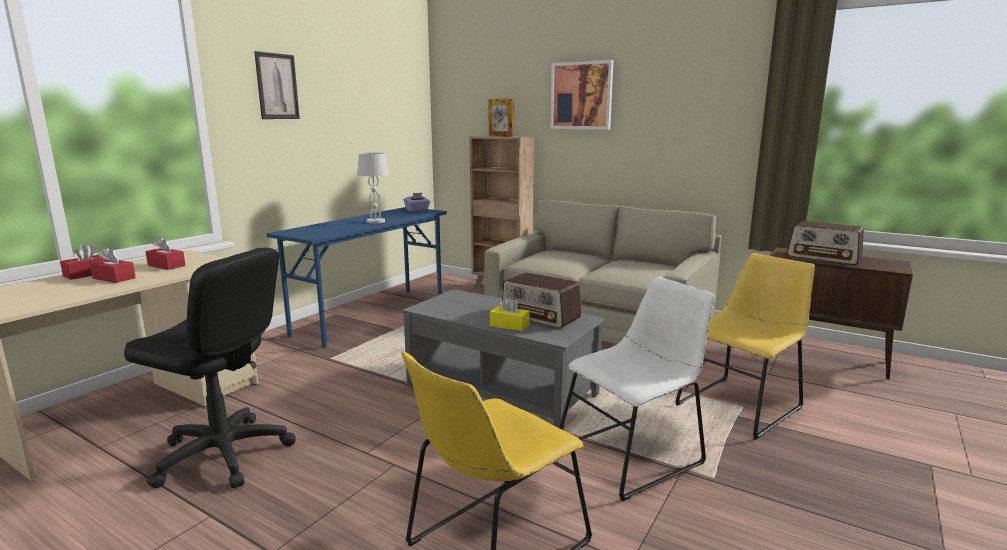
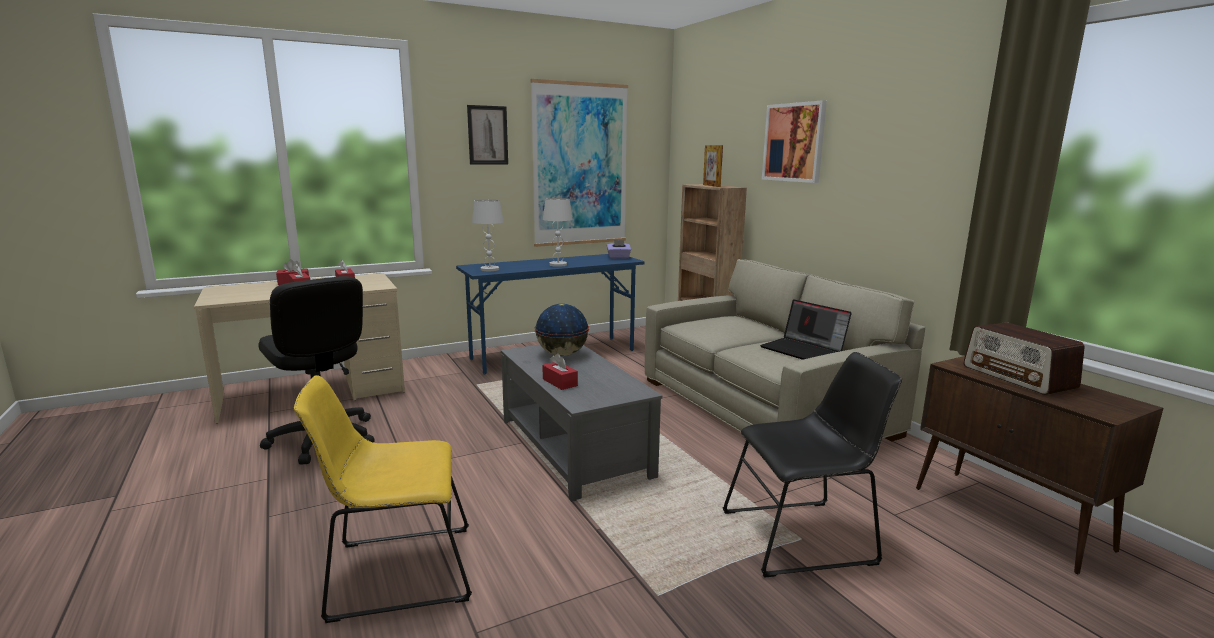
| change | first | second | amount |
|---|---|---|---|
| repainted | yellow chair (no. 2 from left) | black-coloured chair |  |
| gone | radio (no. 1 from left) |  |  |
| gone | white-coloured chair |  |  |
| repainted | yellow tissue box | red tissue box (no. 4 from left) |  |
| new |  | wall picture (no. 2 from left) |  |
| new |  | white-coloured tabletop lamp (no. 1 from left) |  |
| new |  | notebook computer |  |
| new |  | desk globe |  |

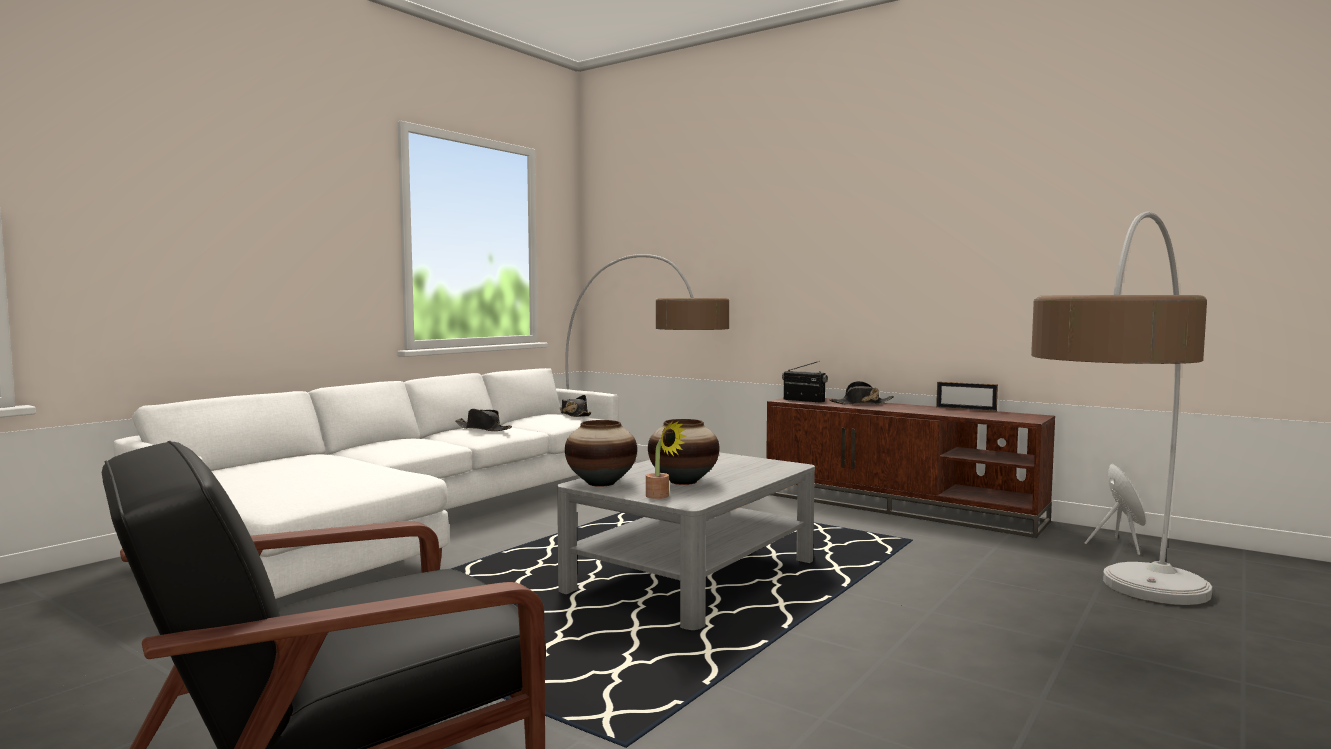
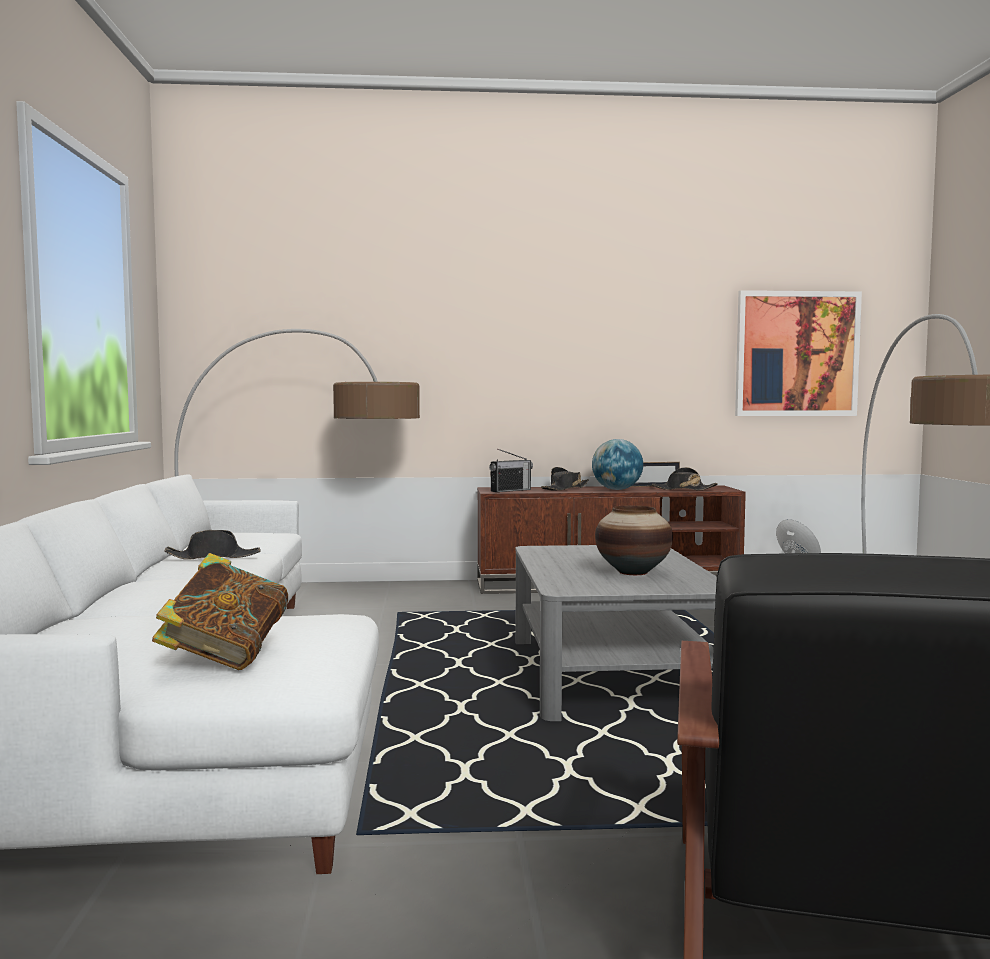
| change | first | second | amount |
|---|---|---|---|
| rotated | radio |  | 150 degrees clockwise |
| shifted | black-coloured hat (no. 2 from left in the first image) | black-coloured hat (no. 3 from left) |  |
| gone | vase (no. 1 from left) |  |  |
| gone | plant in a pot |  |  |
| new |  | wall picture |  |
| new |  | desk globe |  |
| new |  | volume |  |

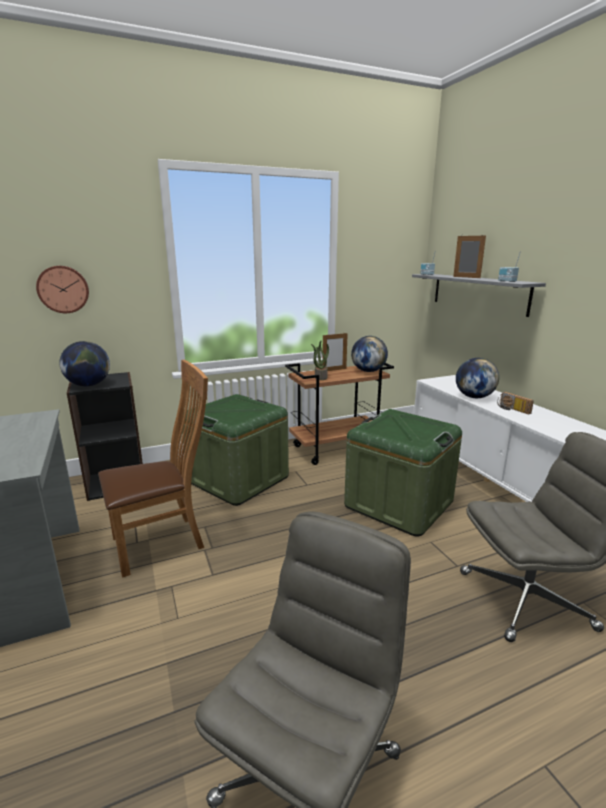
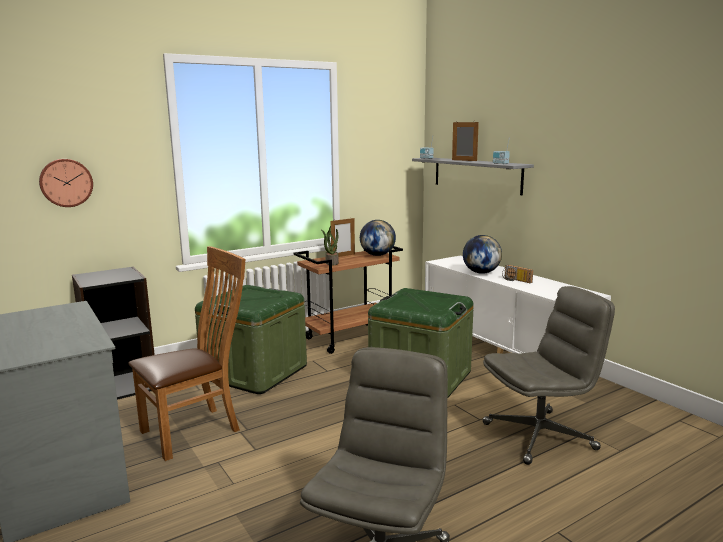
| change | first | second | amount |
|---|---|---|---|
| gone | desk globe (no. 1 from left) |  |  |

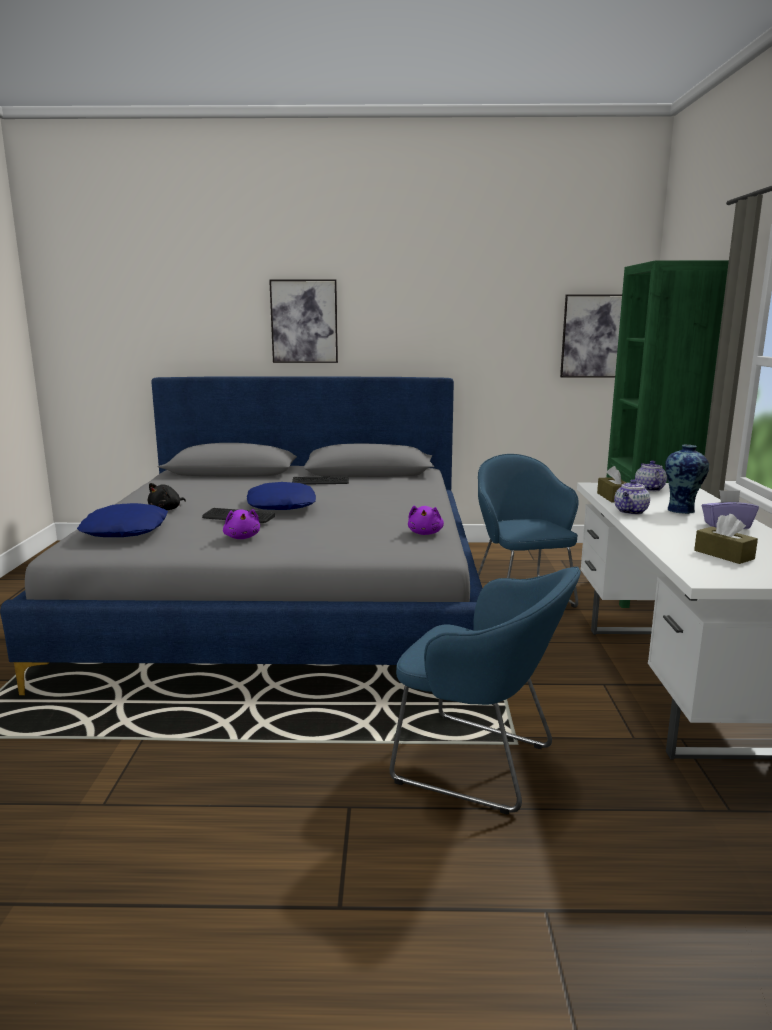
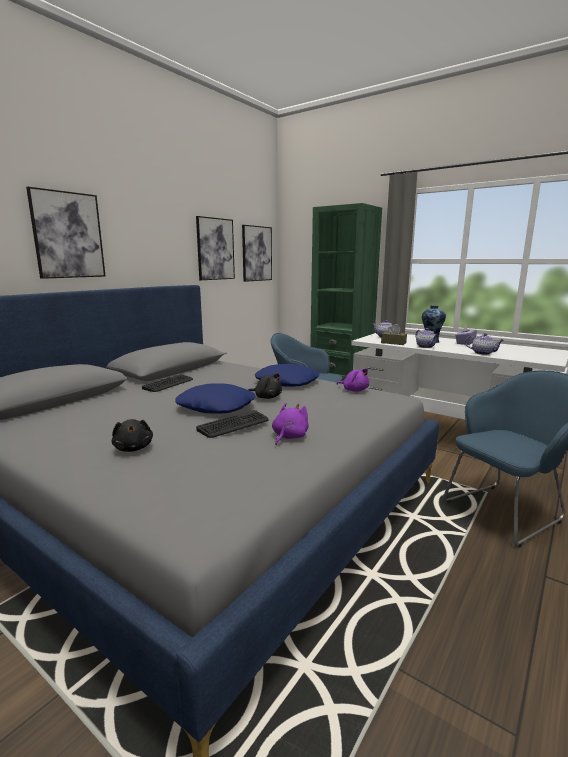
| change | first | second | amount |
|---|---|---|---|
| shifted | blue cushion (no. 1 from left in the first image) | blue cushion (no. 2 from left) |  |
| rotated | purple-coloured plush toy (no. 1 from left) |  | 75 degrees counterclockwise |
| gone | brownish tissue box (no. 2 from left) |  |  |
| new |  | wall picture (no. 2 from left) |  |
| new |  | tea pot (no. 3 from left) |  |
| new |  | black-coloured plush toy (no. 2 from left) |  |

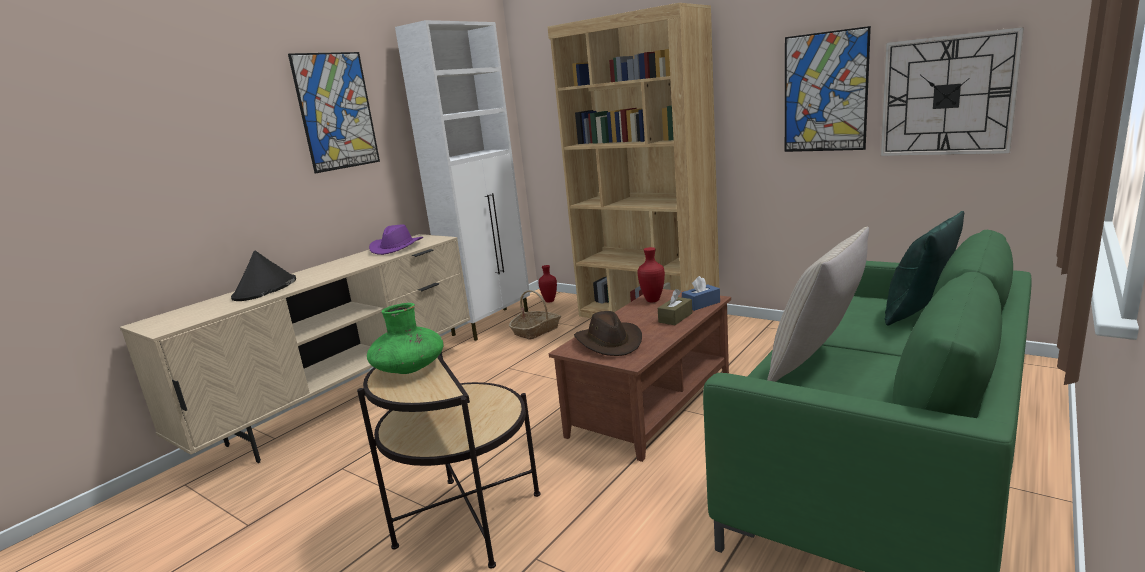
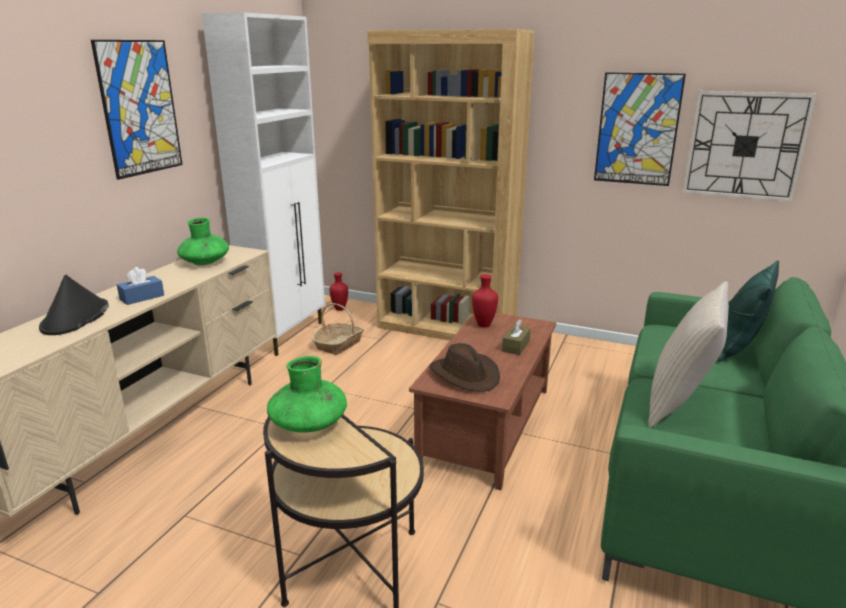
| change | first | second | amount |
|---|---|---|---|
| swapped | purple-coloured hat | green vase (no. 1 from left) |  |
| shifted | blue tissue box |  |  |

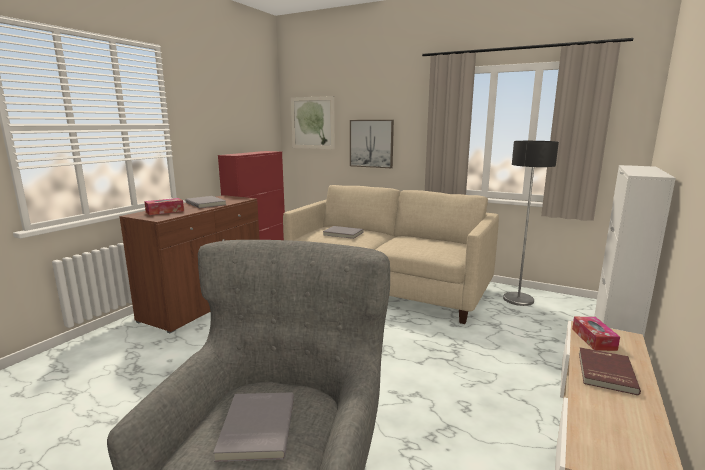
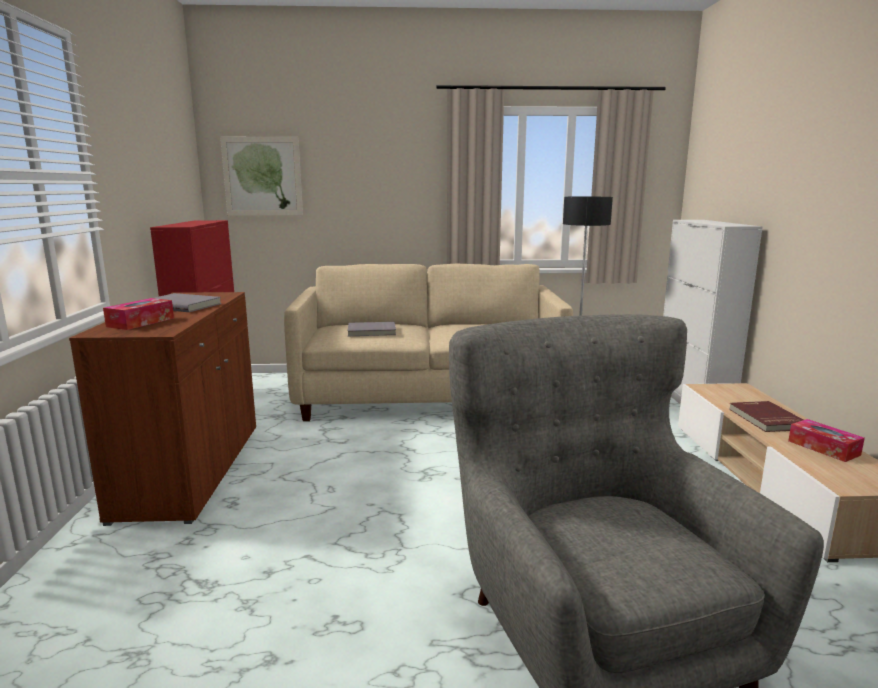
| change | first | second | amount |
|---|---|---|---|
| gone | wall picture (no. 2 from left) |  |  |
| shifted | tissue box (no. 2 from left) |  |  |
| gone | gray volume (no. 2 from left) |  |  |

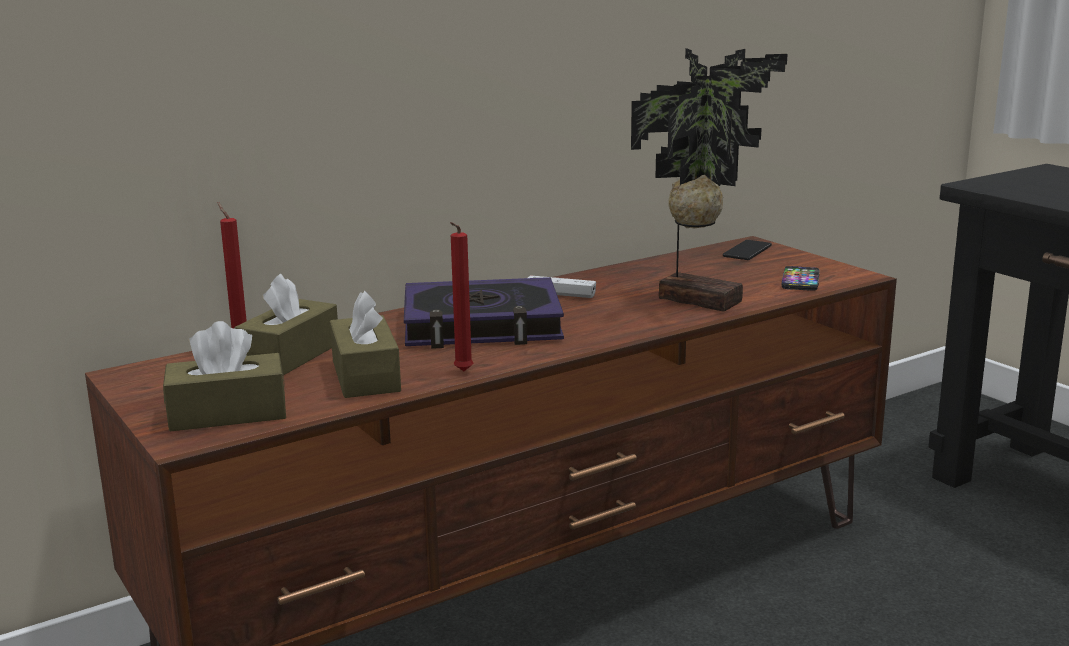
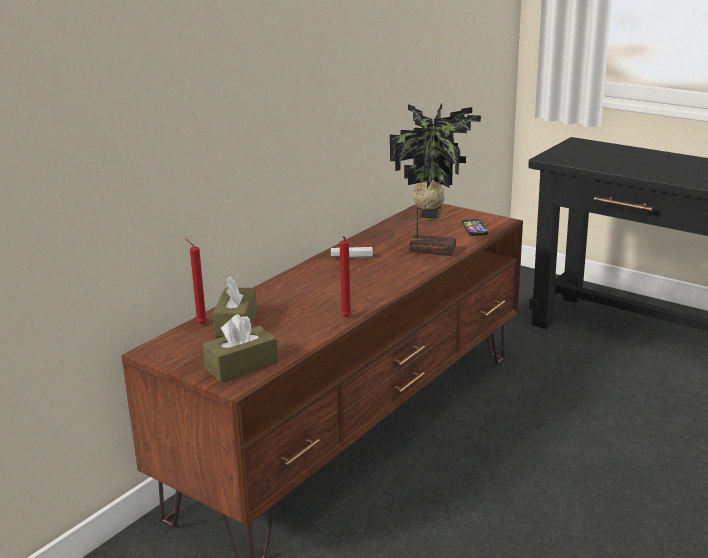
| change | first | second | amount |
|---|---|---|---|
| gone | volume |  |  |
| gone | brownish tissue box (no. 3 from left) |  |  |

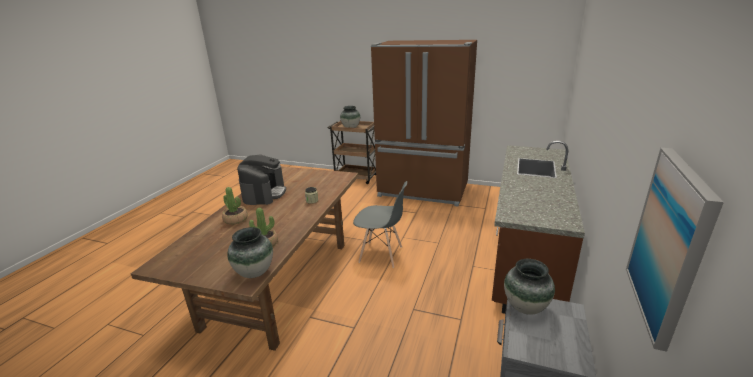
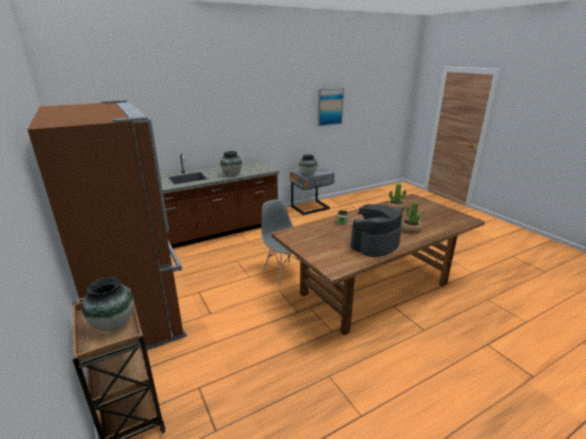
| change | first | second | amount |
|---|---|---|---|
| shifted | vase (no. 1 from left in the first image) | vase (no. 2 from left) |  |

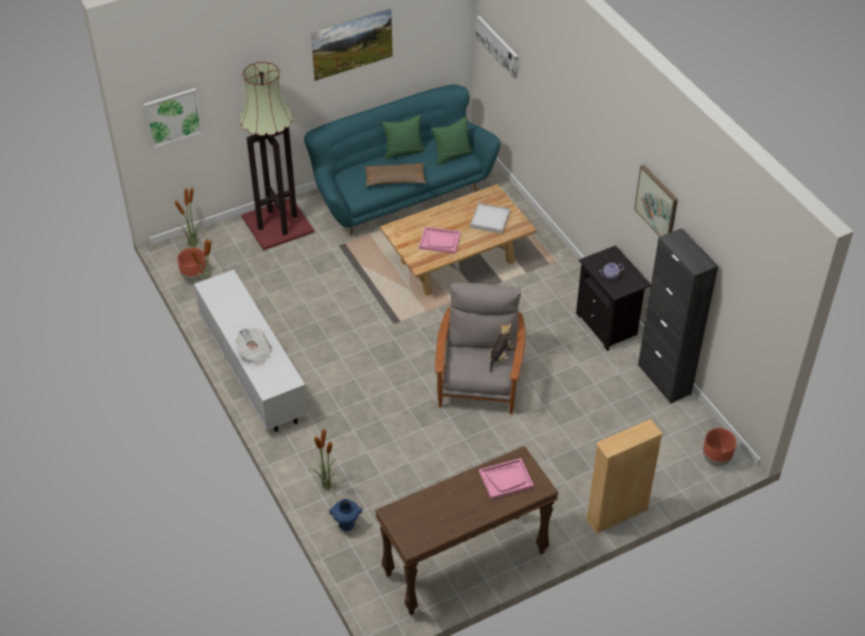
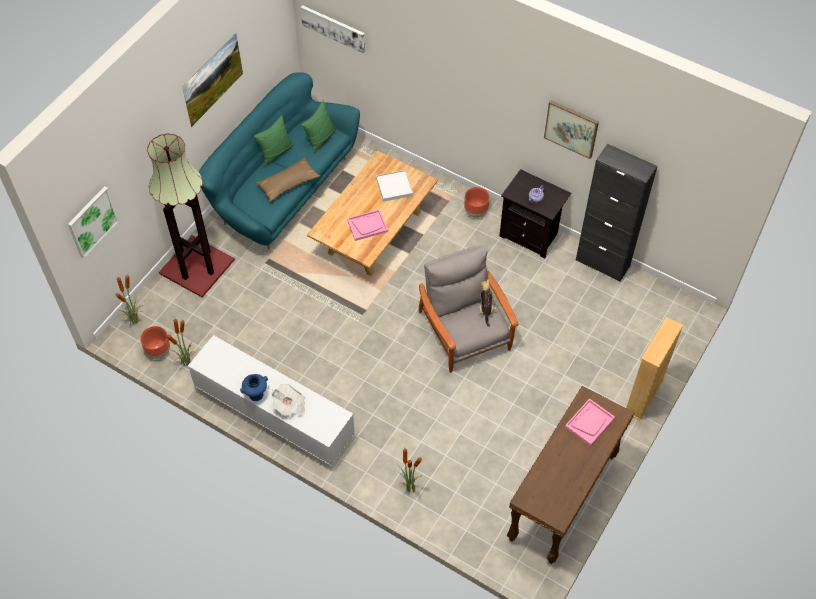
| change | first | second | amount |
|---|---|---|---|
| shifted | brownish planter (no. 2 from left) |  |  |
| shifted | blue vase |  |  |

